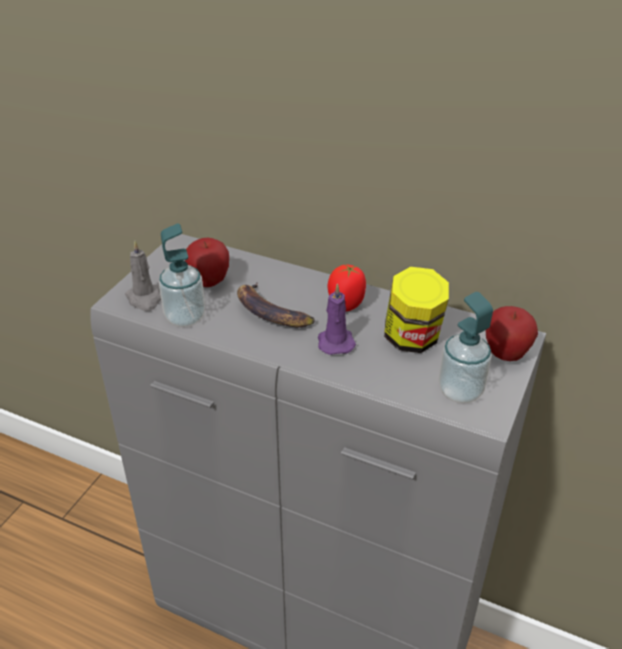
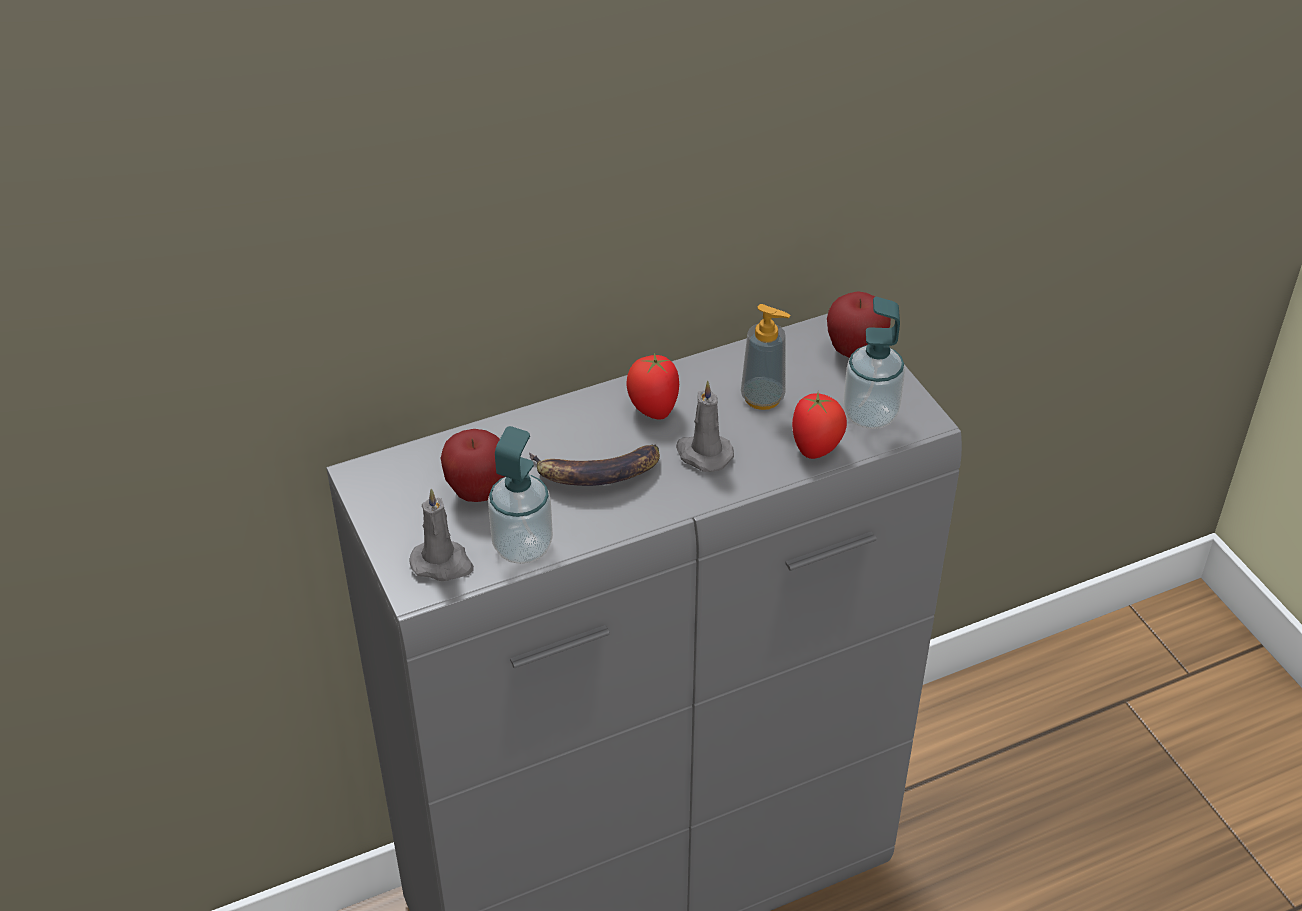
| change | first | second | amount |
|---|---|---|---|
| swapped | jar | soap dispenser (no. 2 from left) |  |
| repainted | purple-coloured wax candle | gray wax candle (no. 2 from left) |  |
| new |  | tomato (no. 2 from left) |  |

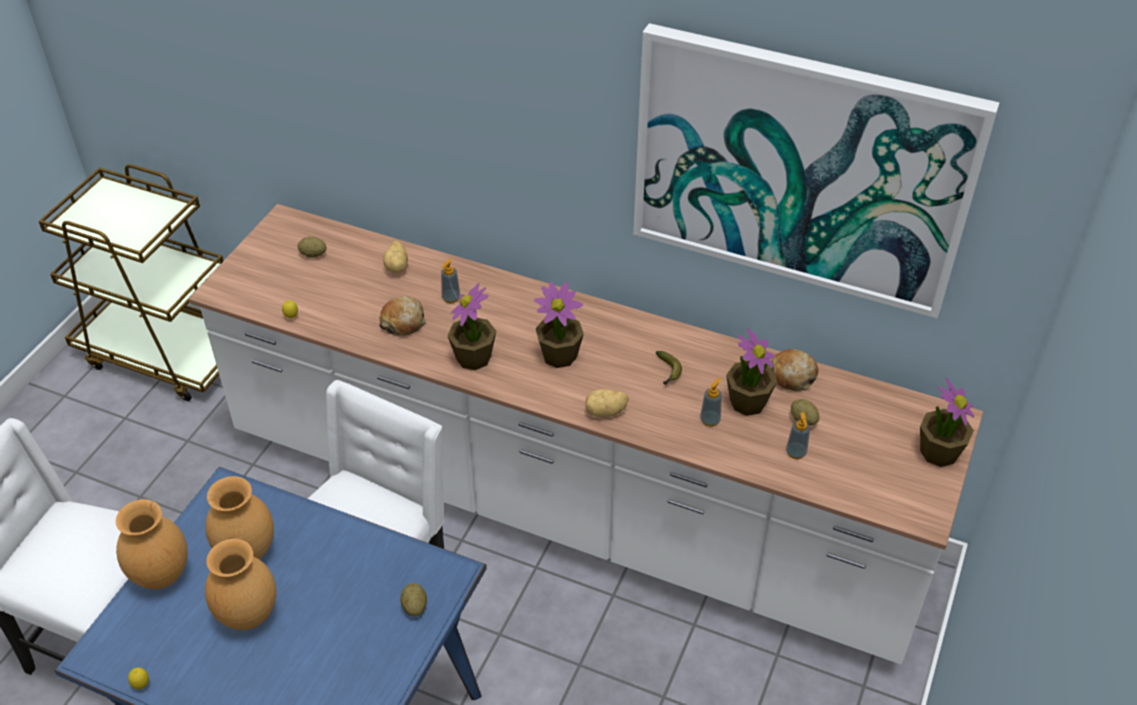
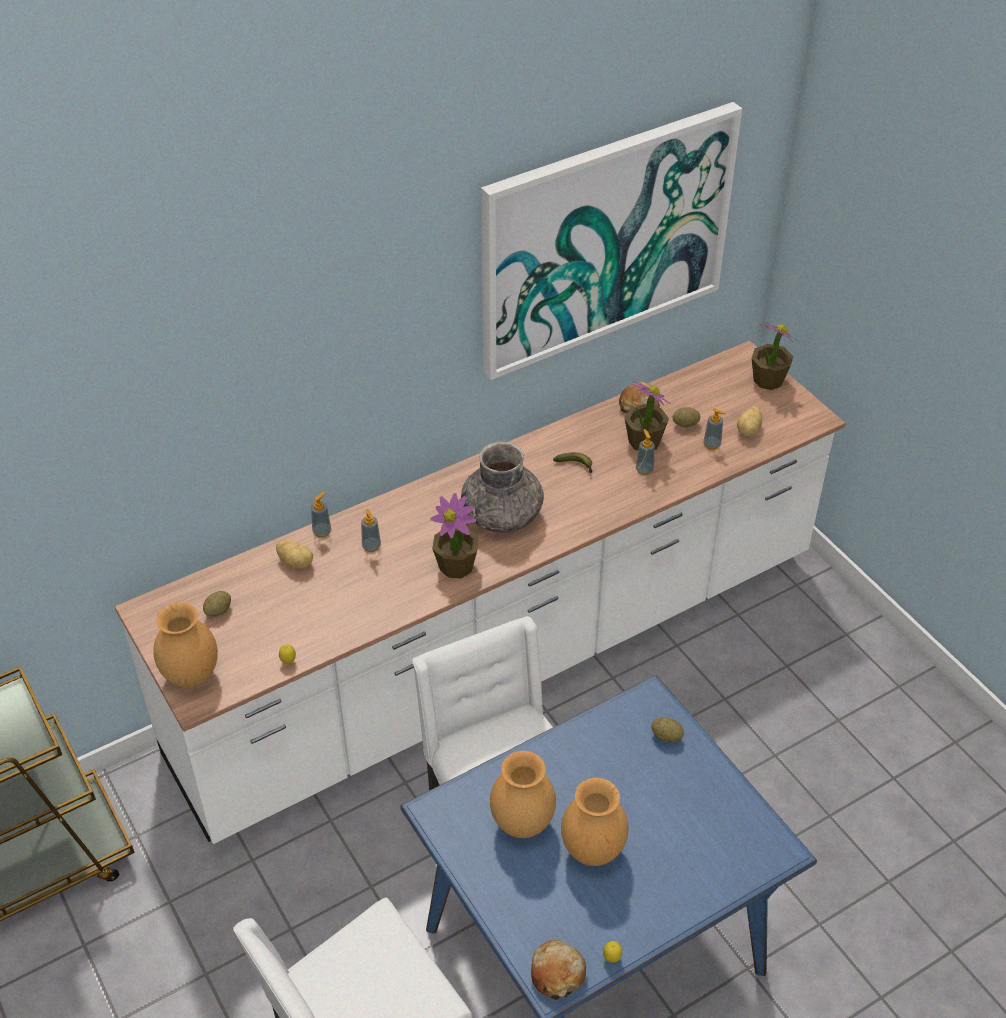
| change | first | second | amount |
|---|---|---|---|
| swapped | plant in a pot (no. 2 from left) | gray vase |  |
| shifted | bread (no. 1 from left) |  |  |
| shifted | spud (no. 4 from left in the first image) | spud (no. 5 from left) |  |
| shifted | brownish vase (no. 1 from left) |  |  |
| new |  | soap dispenser (no. 1 from left) |  |

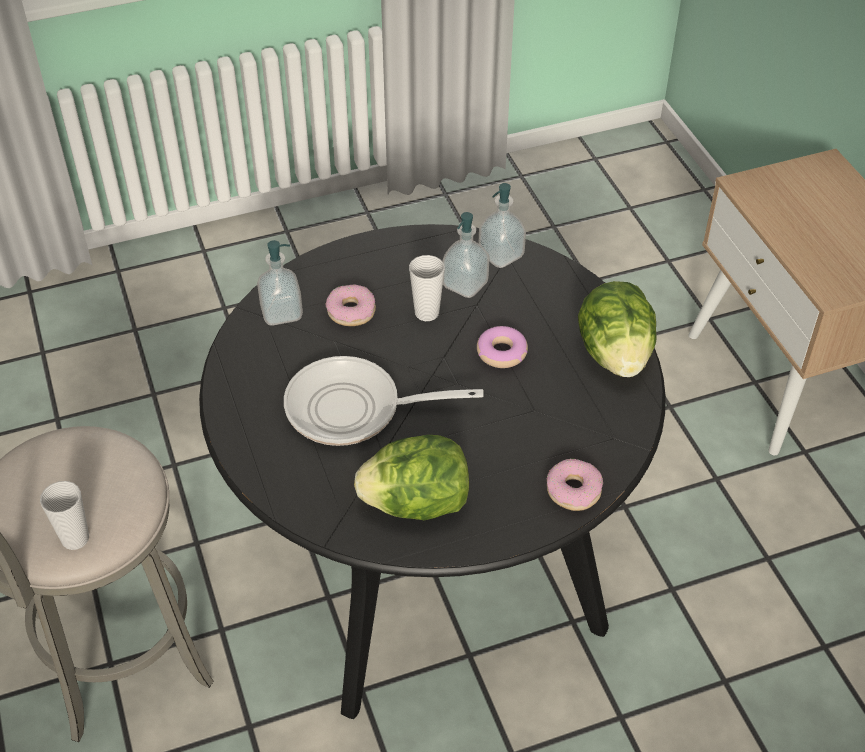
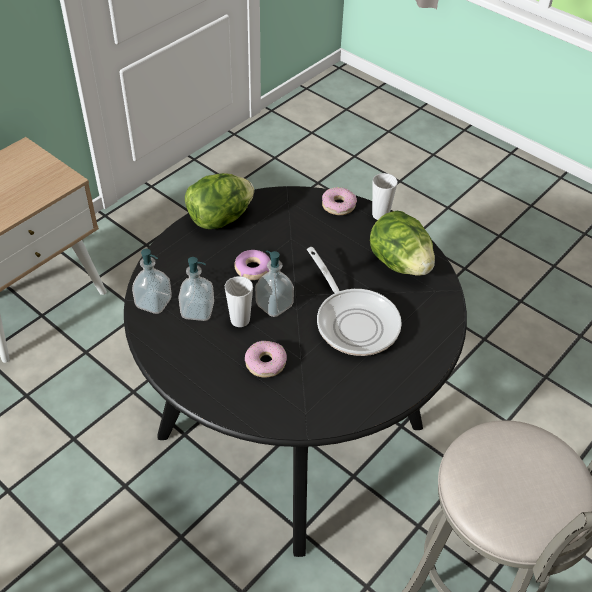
| change | first | second | amount |
|---|---|---|---|
| shifted | soap dispenser (no. 1 from left in the first image) | soap dispenser (no. 3 from left) |  |
| shifted | cup (no. 1 from left in the first image) | cup (no. 2 from left) |  |

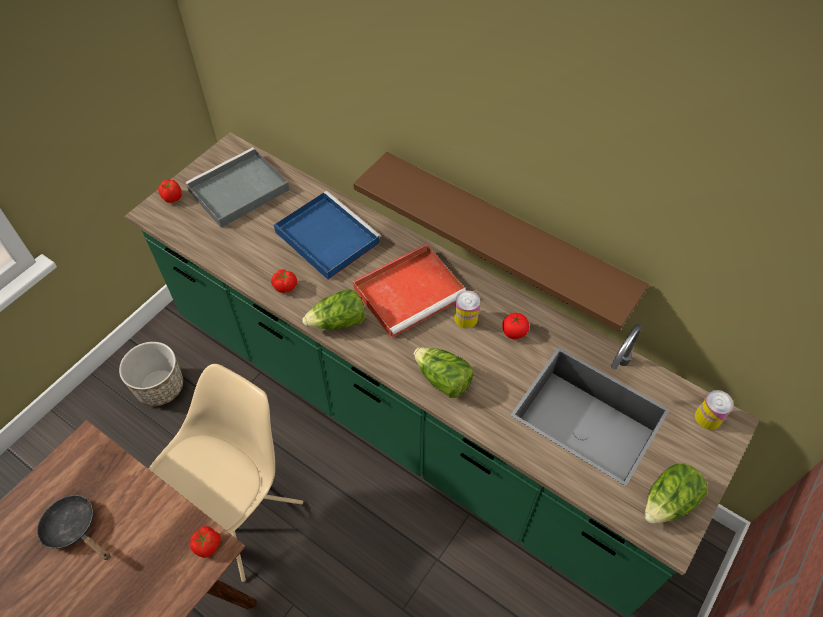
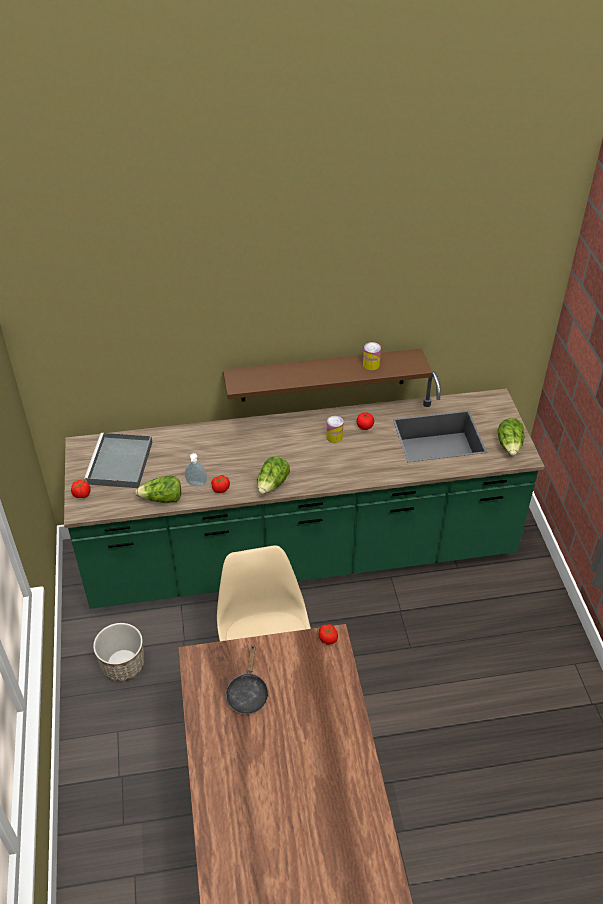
| change | first | second | amount |
|---|---|---|---|
| gone | blue tray |  |  |
| gone | red tray |  |  |
| shifted | lettuce head (no. 2 from left in the first image) | lettuce head (no. 1 from left) |  |
| shifted | sealed can (no. 2 from left) |  |  |
| rotated | black-coloured skillet |  | 75 degrees counterclockwise |
| new |  | soap dispenser |  |

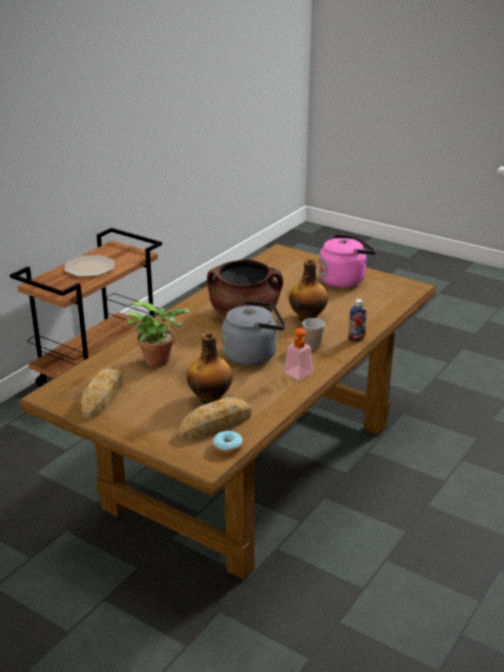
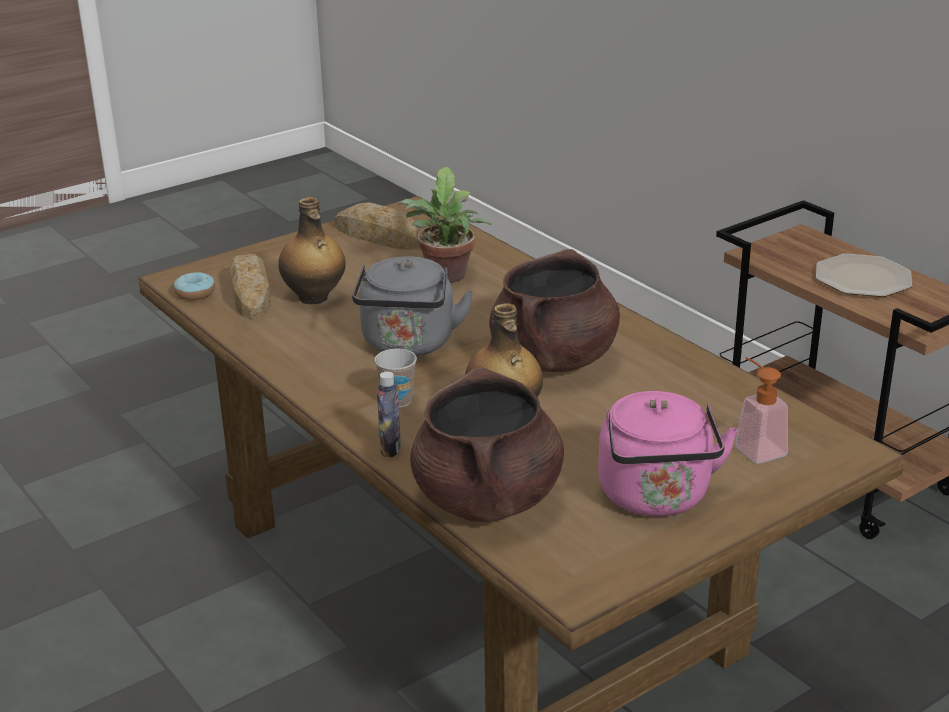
| change | first | second | amount |
|---|---|---|---|
| shifted | soap dispenser |  |  |
| new |  | brownish saucepot (no. 1 from left) |  |

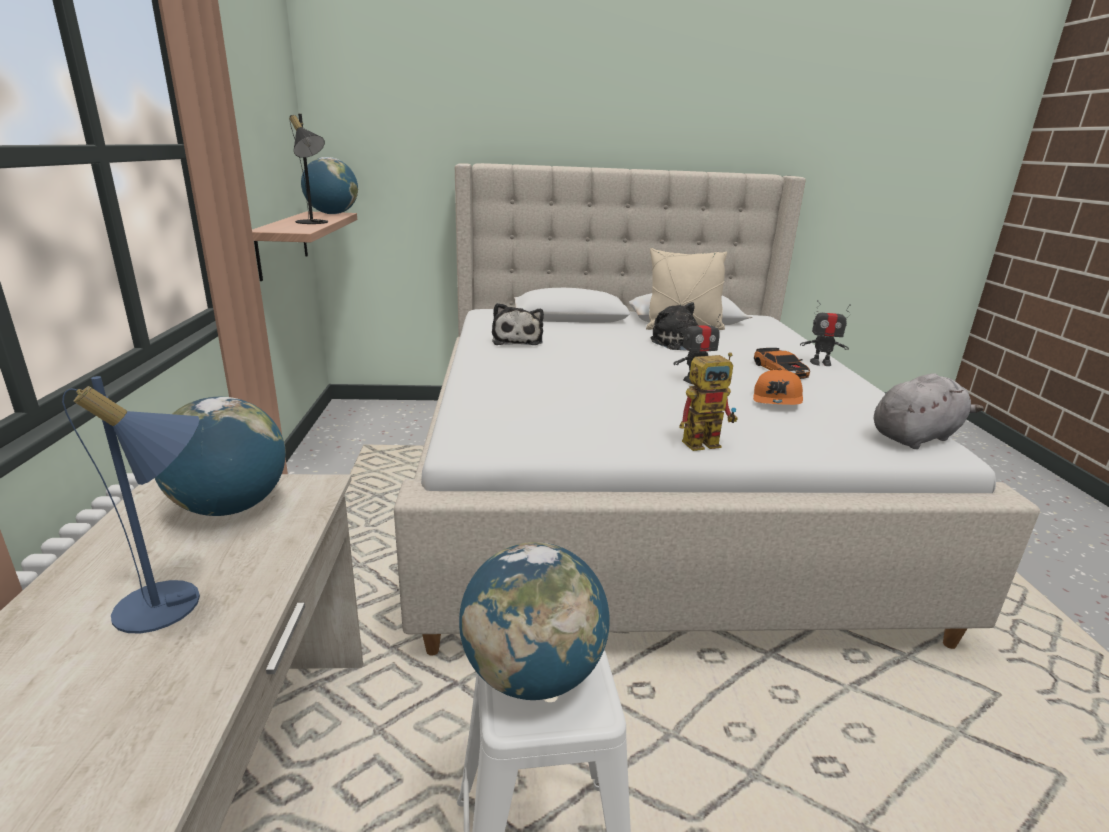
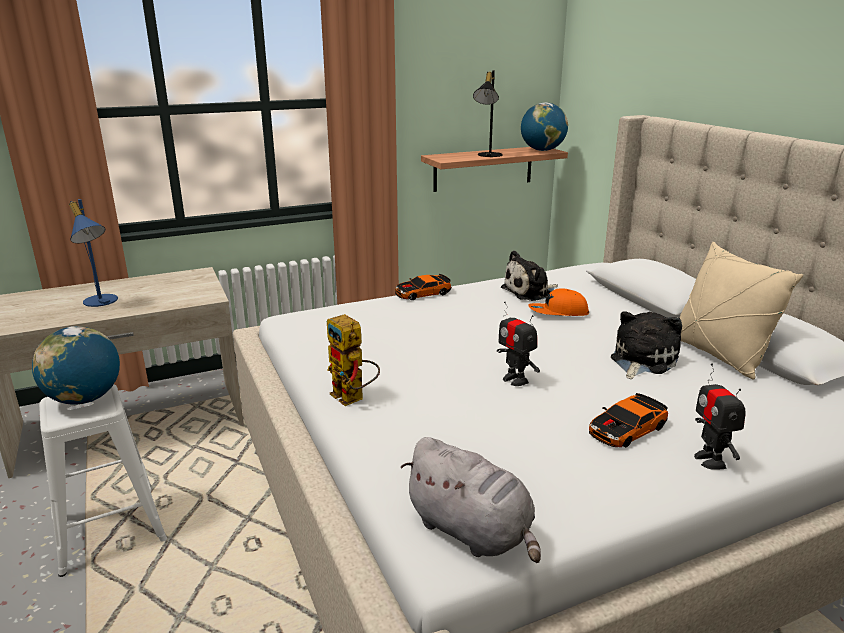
| change | first | second | amount |
|---|---|---|---|
| shifted | orange-coloured cap |  |  |
| gone | desk globe (no. 1 from left) |  |  |
| new |  | model car (no. 1 from left) |  |

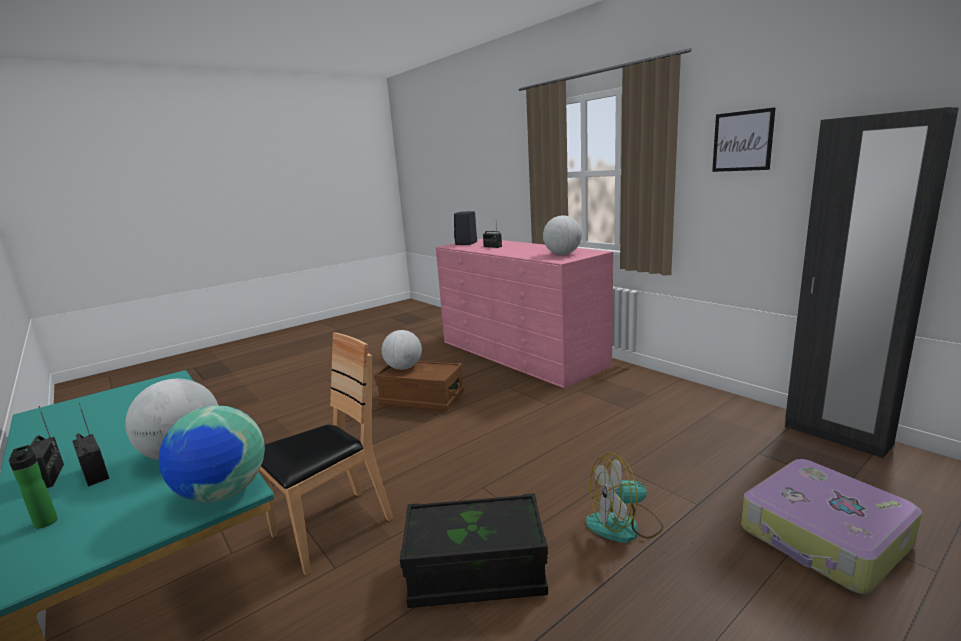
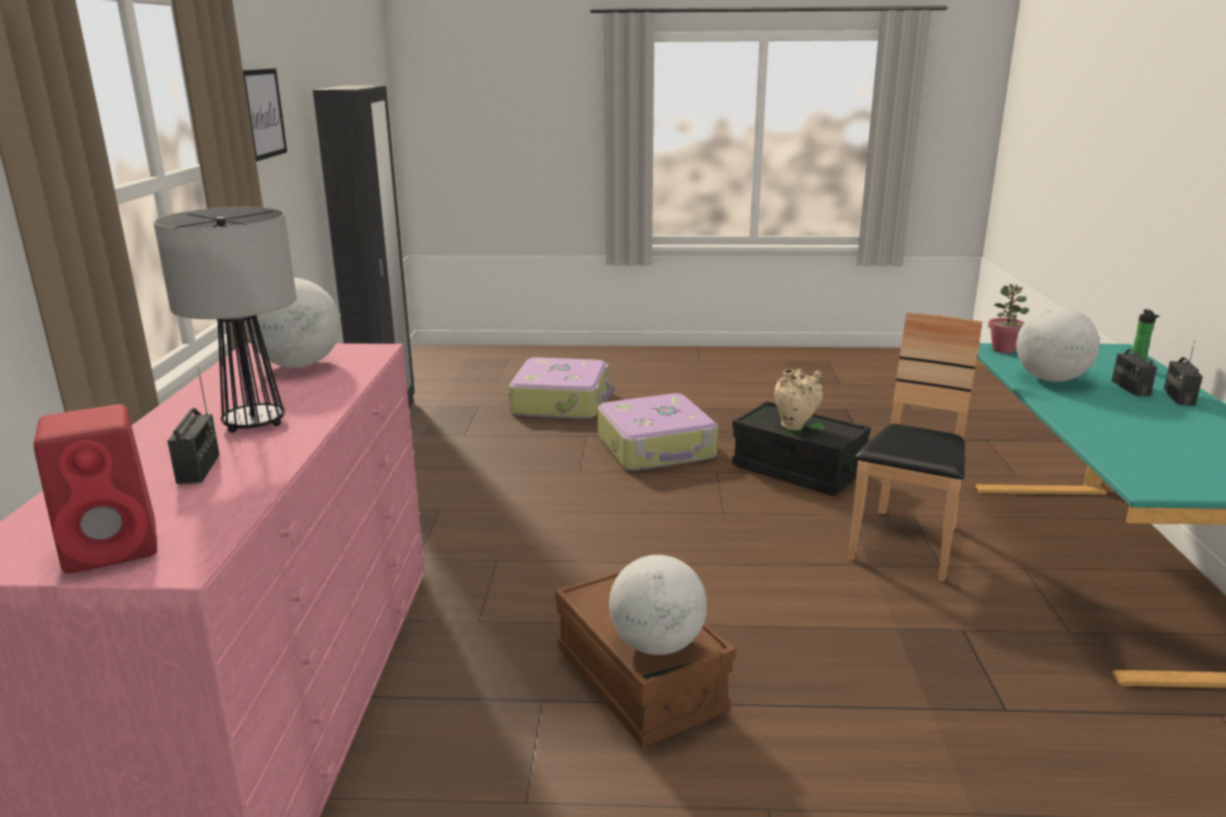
| change | first | second | amount |
|---|---|---|---|
| repainted | black-coloured loudspeaker | red loudspeaker |  |
| rotated | brownish chair |  | 120 degrees clockwise |
| swapped | desk globe (no. 2 from left) | plant in a pot |  |
| swapped | fan | suitcase (no. 2 from left) |  |
| new |  | tabletop lamp |  |
| new |  | beige-coloured vase |  |

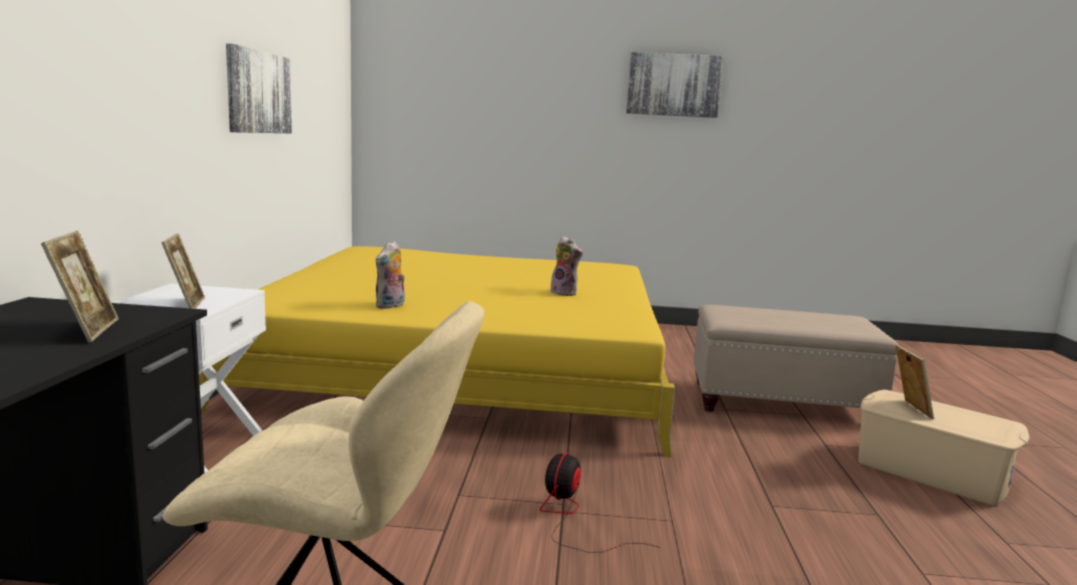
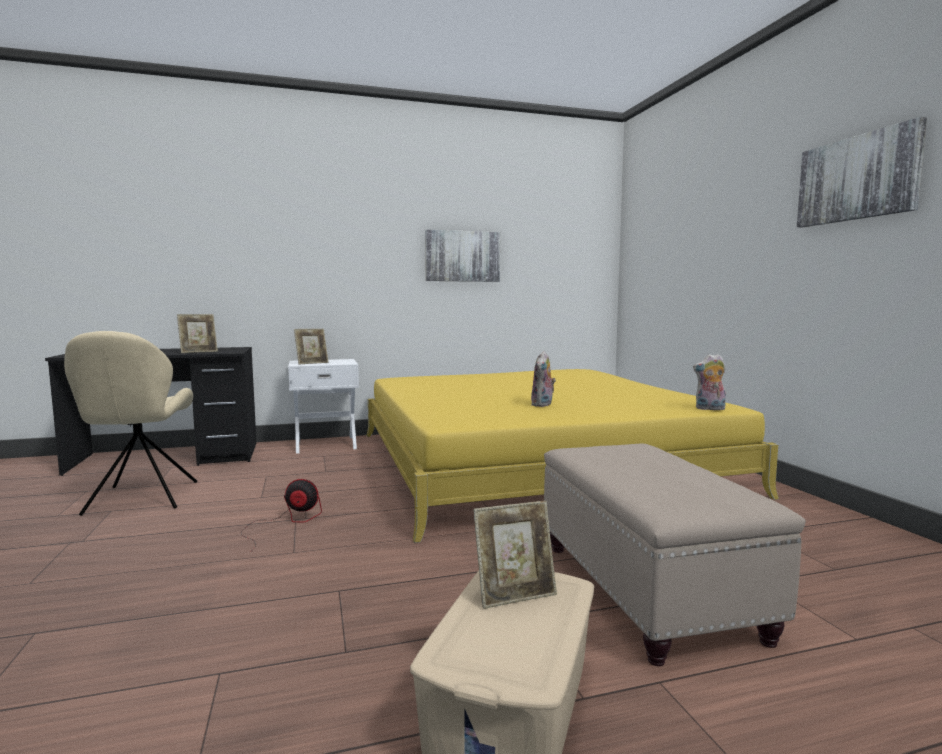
| change | first | second | amount |
|---|---|---|---|
| shifted | plush toy (no. 1 from left in the first image) | plush toy (no. 2 from left) |  |

